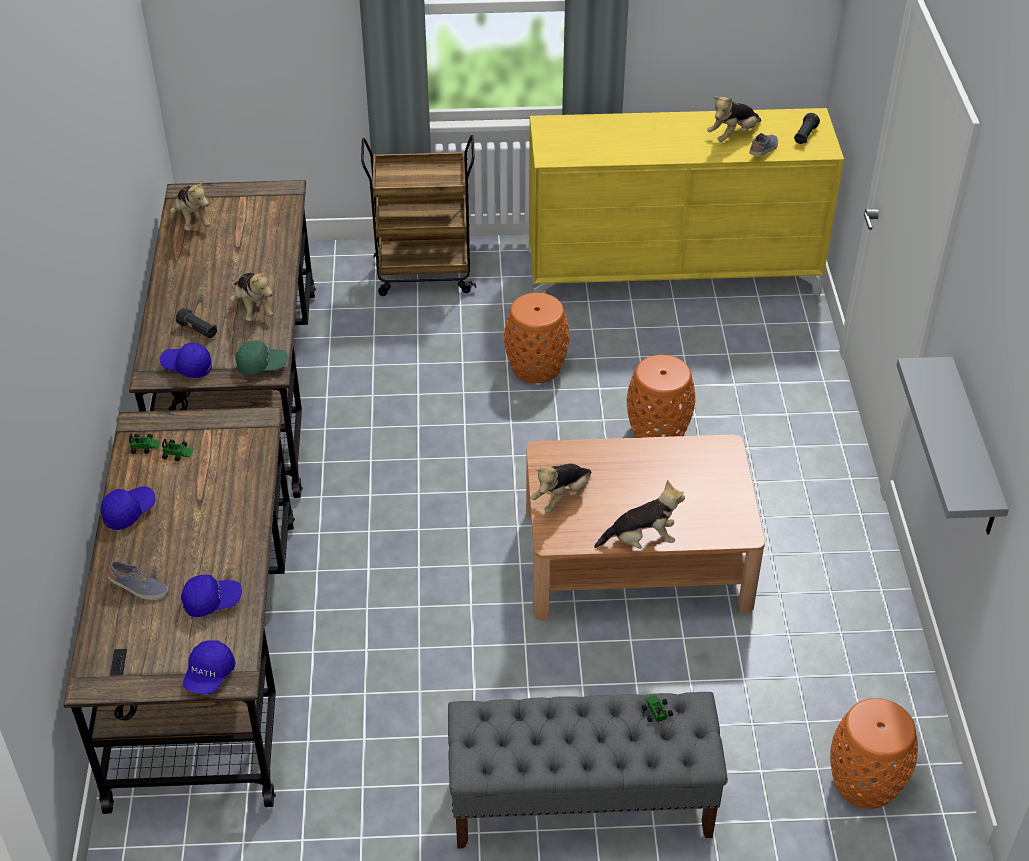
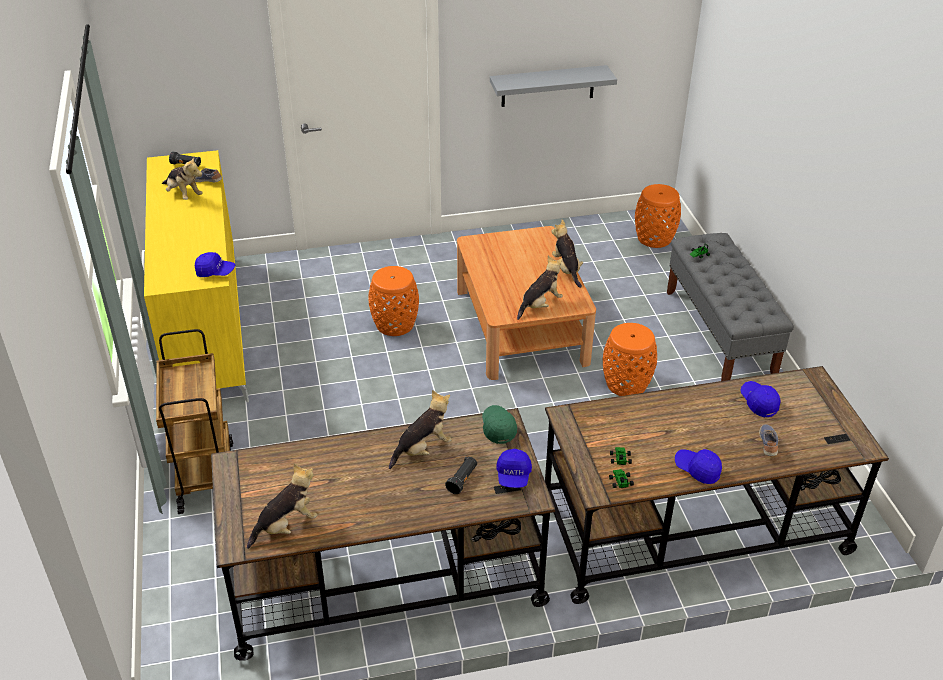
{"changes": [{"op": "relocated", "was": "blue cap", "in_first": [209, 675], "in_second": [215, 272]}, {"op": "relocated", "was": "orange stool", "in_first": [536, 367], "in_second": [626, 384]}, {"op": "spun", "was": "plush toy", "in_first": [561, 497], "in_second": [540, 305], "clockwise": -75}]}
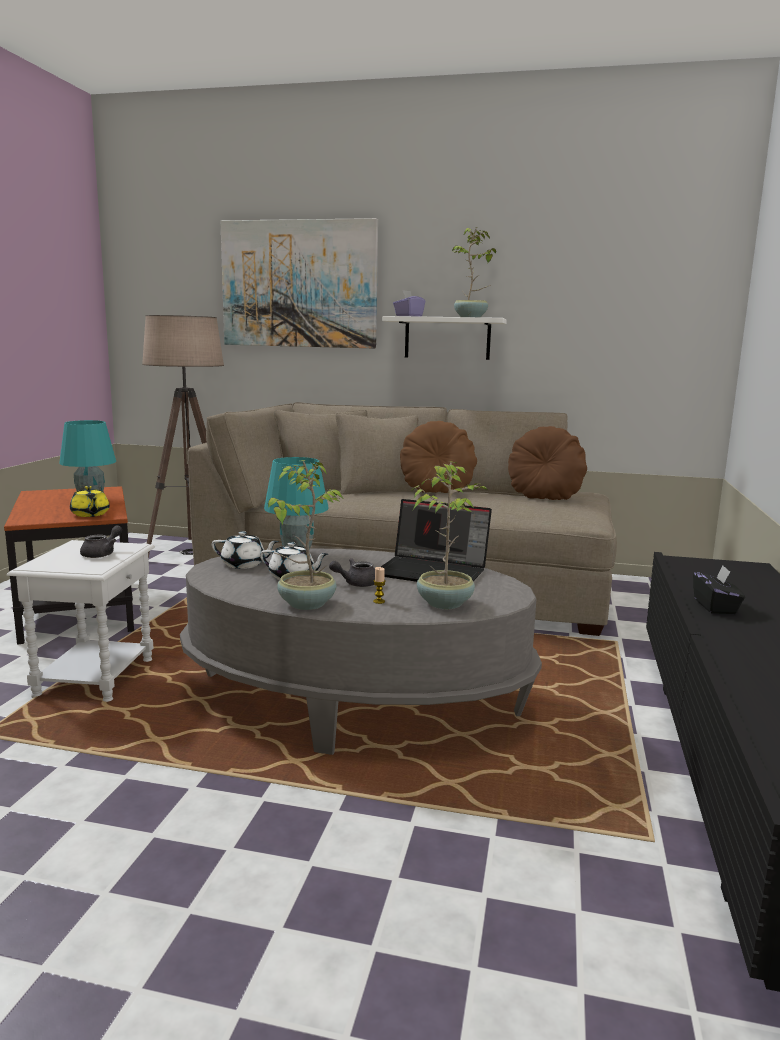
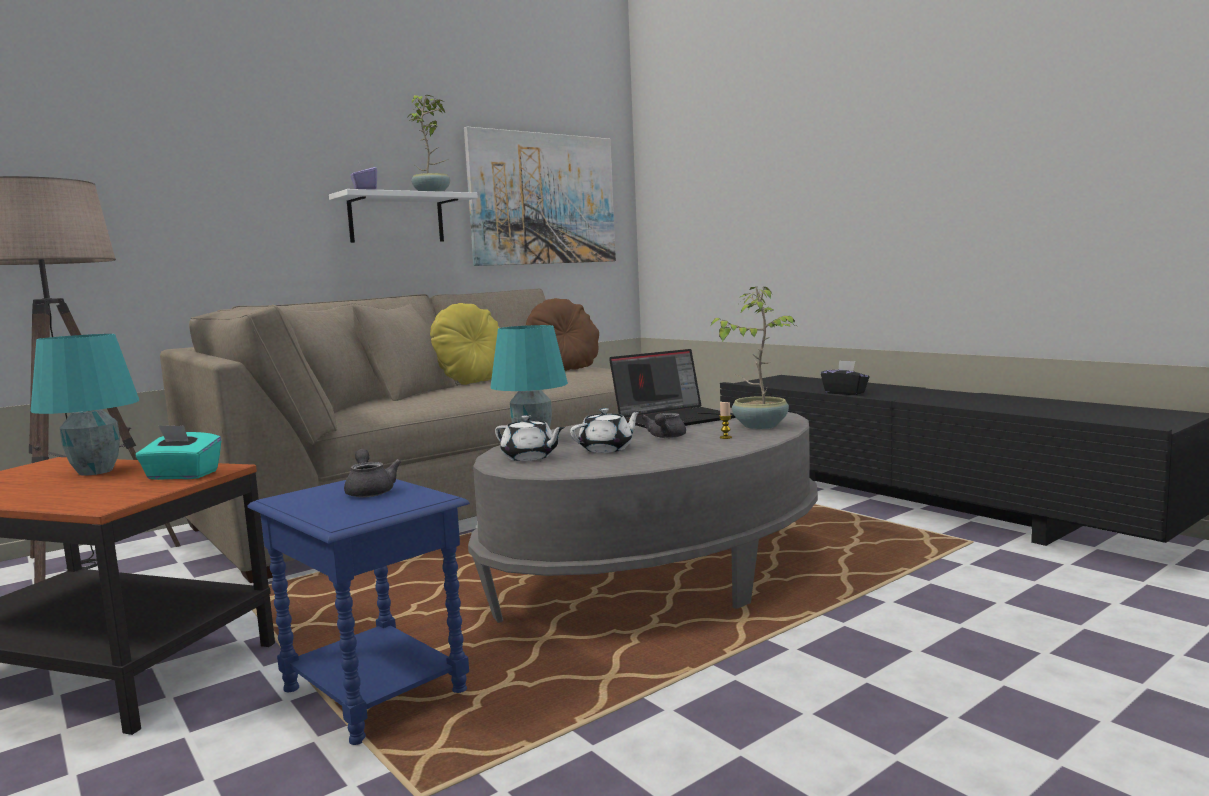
{"changes": [{"op": "missing", "was": "potted plant", "in_first": [305, 604]}, {"op": "relocated", "was": "picture", "in_first": [299, 284], "in_second": [543, 199]}, {"op": "exchanged", "was": "yellow teapot", "now": "turquoise tissue box", "in_first": [90, 514], "in_second": [182, 475]}, {"op": "colour", "was": "white side table", "now": "blue side table", "in_first": [93, 677], "in_second": [371, 691]}, {"op": "colour", "was": "brown pillow", "now": "yellow pillow", "in_first": [437, 491], "in_second": [472, 382]}, {"op": "spun", "was": "white teapot", "in_first": [244, 565], "in_second": [529, 457], "clockwise": 75}]}
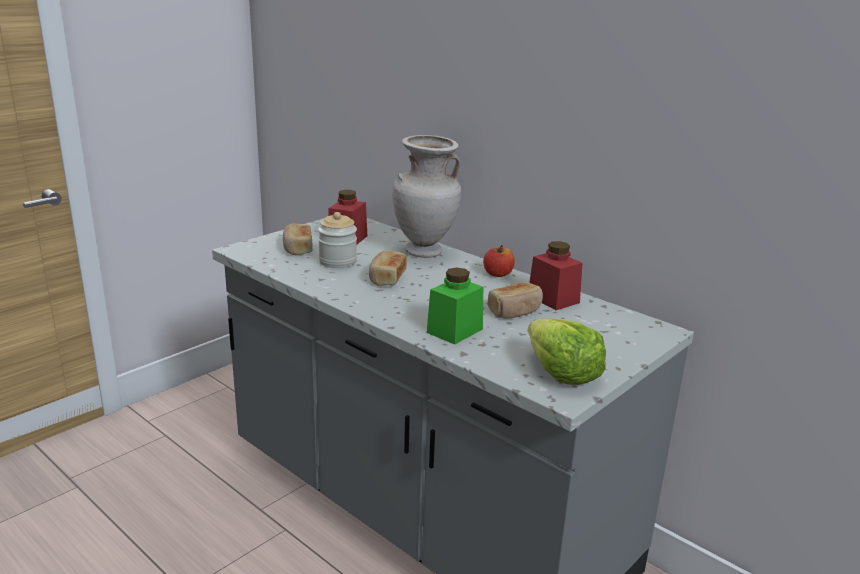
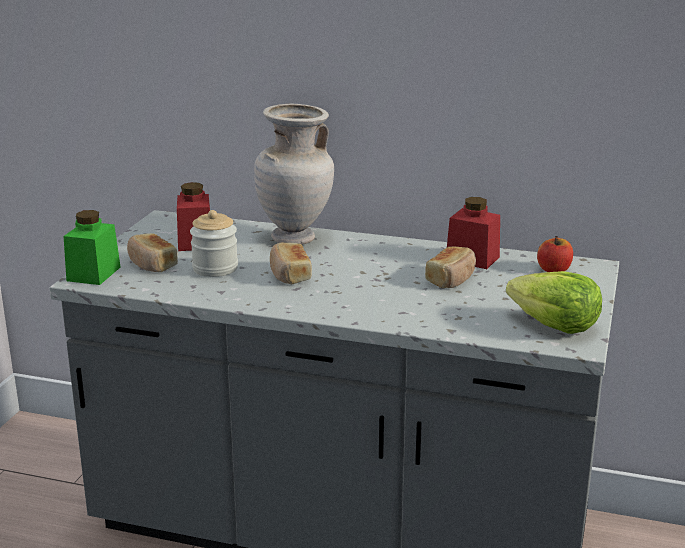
{"changes": [{"op": "relocated", "was": "green jar", "in_first": [454, 331], "in_second": [93, 274]}, {"op": "relocated", "was": "apple", "in_first": [498, 274], "in_second": [554, 270]}]}
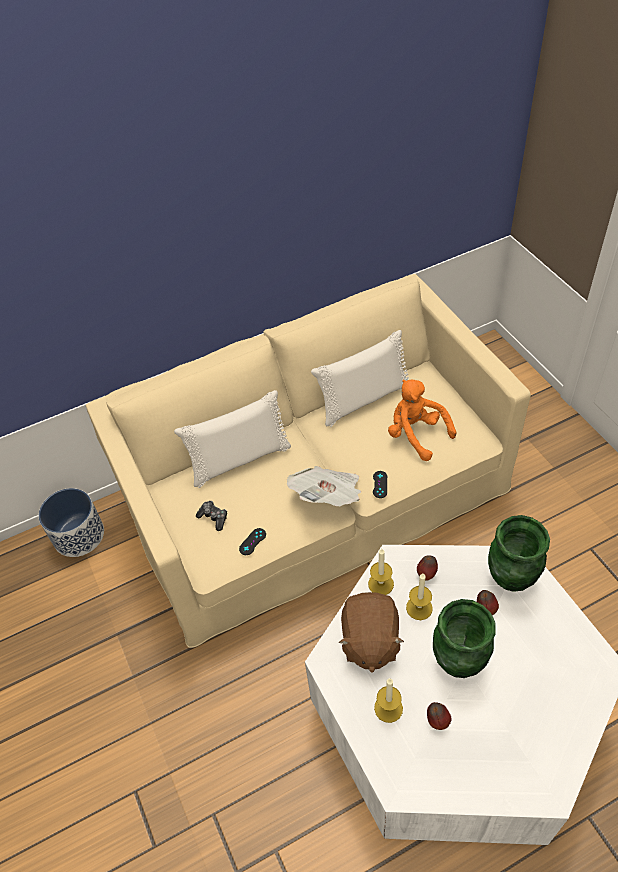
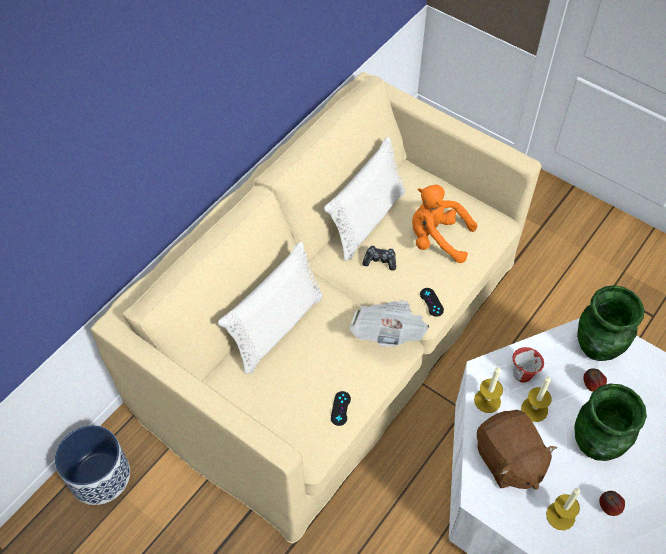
{"changes": [{"op": "relocated", "was": "game controller", "in_first": [213, 517], "in_second": [380, 261]}, {"op": "exchanged", "was": "apple", "now": "red mug", "in_first": [426, 574], "in_second": [523, 374]}]}
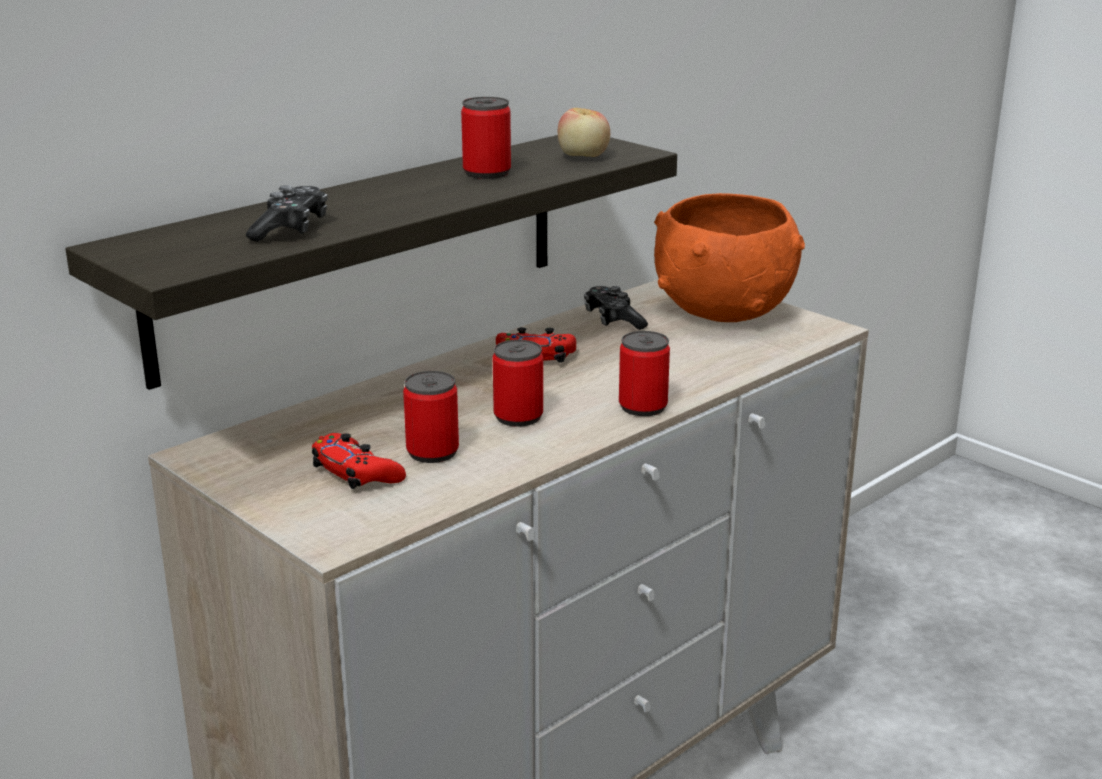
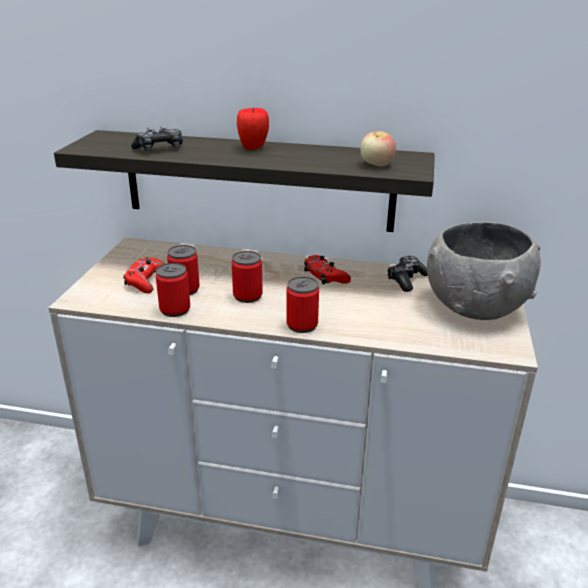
{"changes": [{"op": "appeared", "now": "apple", "in_second": [253, 148]}, {"op": "relocated", "was": "can", "in_first": [487, 173], "in_second": [175, 310]}, {"op": "colour", "was": "orange bowl", "now": "grey bowl", "in_first": [723, 311], "in_second": [474, 307]}]}
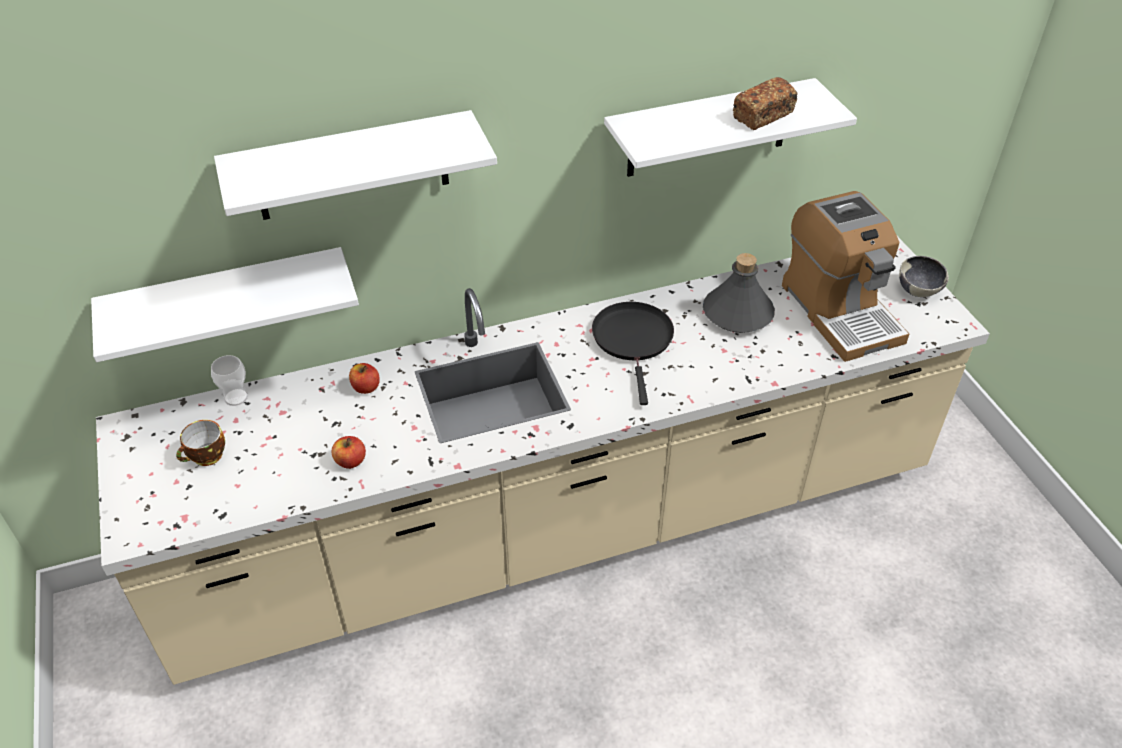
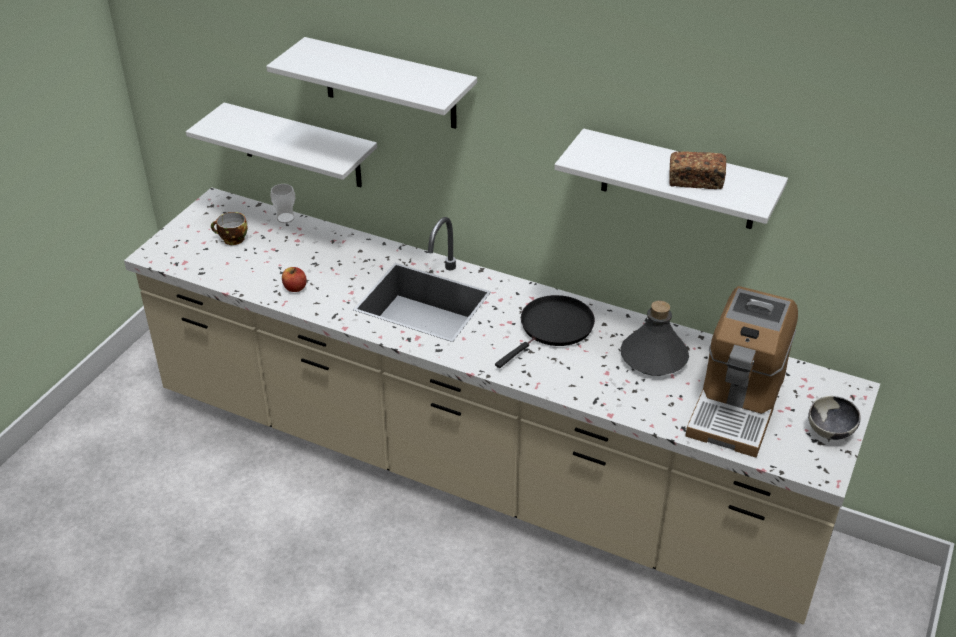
{"changes": [{"op": "missing", "was": "apple", "in_first": [365, 387]}]}
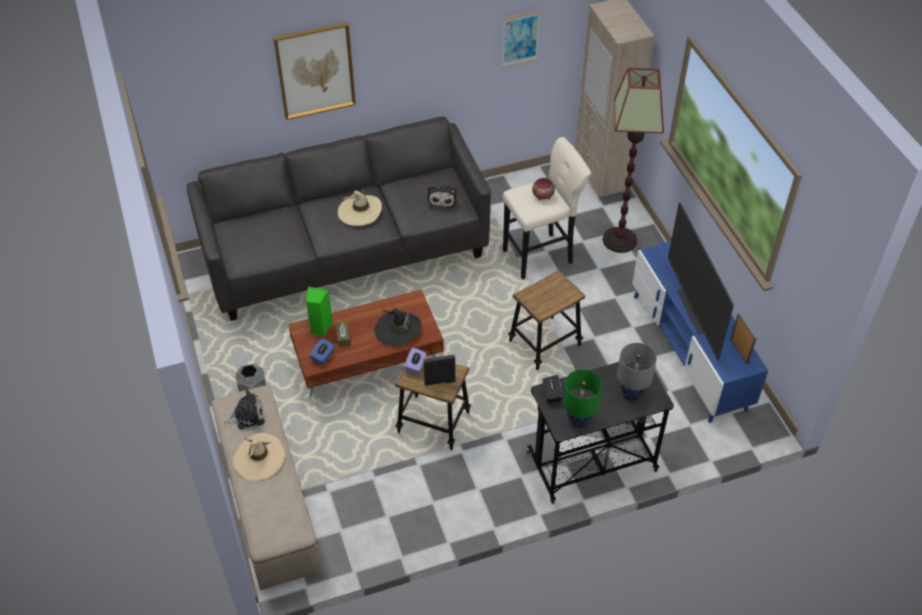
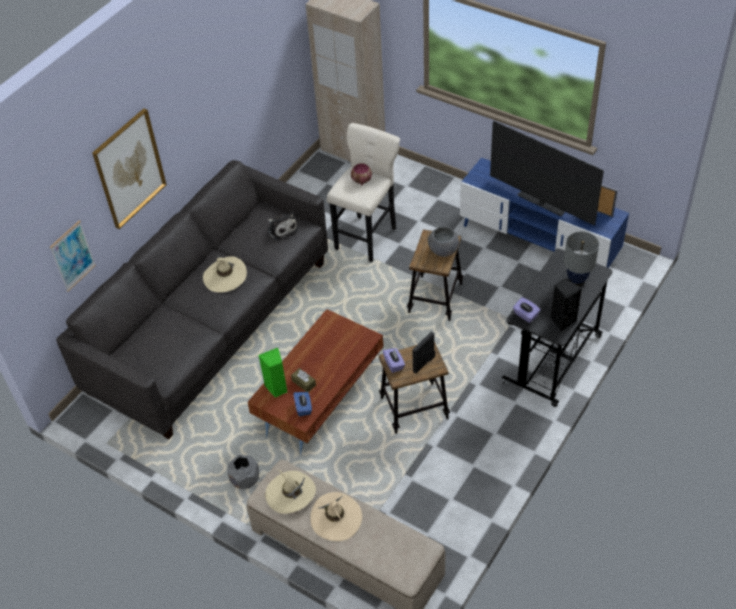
{"changes": [{"op": "missing", "was": "black hat", "in_first": [398, 329]}, {"op": "missing", "was": "floor lamp", "in_first": [620, 240]}, {"op": "appeared", "now": "grey bowl", "in_second": [443, 250]}, {"op": "relocated", "was": "picture", "in_first": [520, 39], "in_second": [72, 256]}, {"op": "exchanged", "was": "plush toy", "now": "beige hat", "in_first": [247, 416], "in_second": [291, 493]}, {"op": "exchanged", "was": "green table lamp", "now": "black speaker", "in_first": [578, 420], "in_second": [562, 321]}, {"op": "colour", "was": "black tissue box", "now": "purple tissue box", "in_first": [551, 394], "in_second": [525, 315]}]}
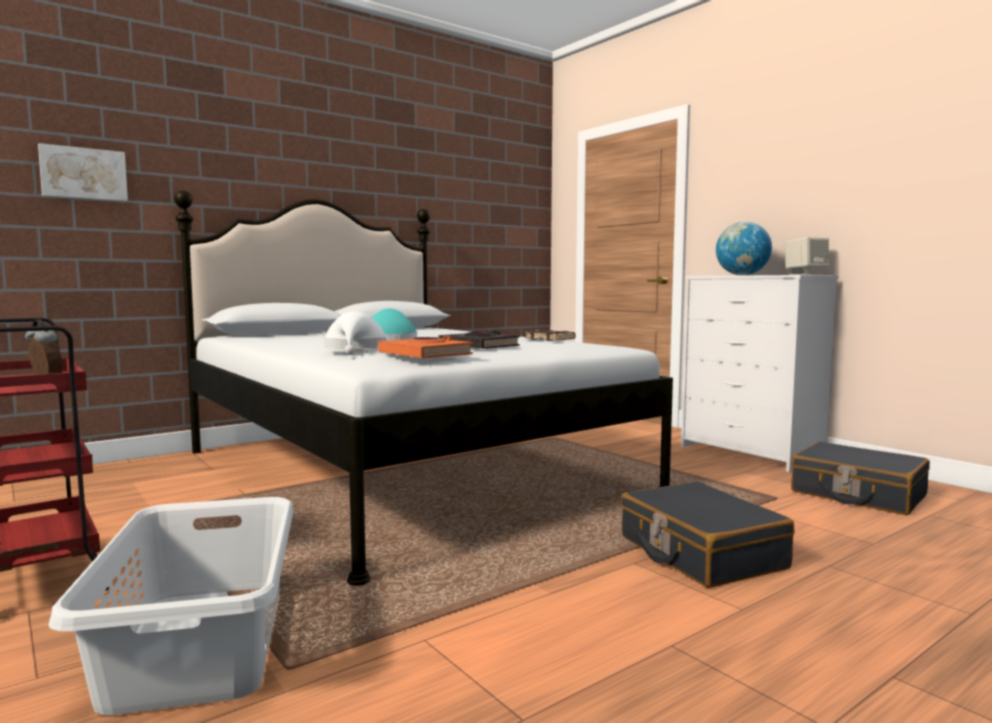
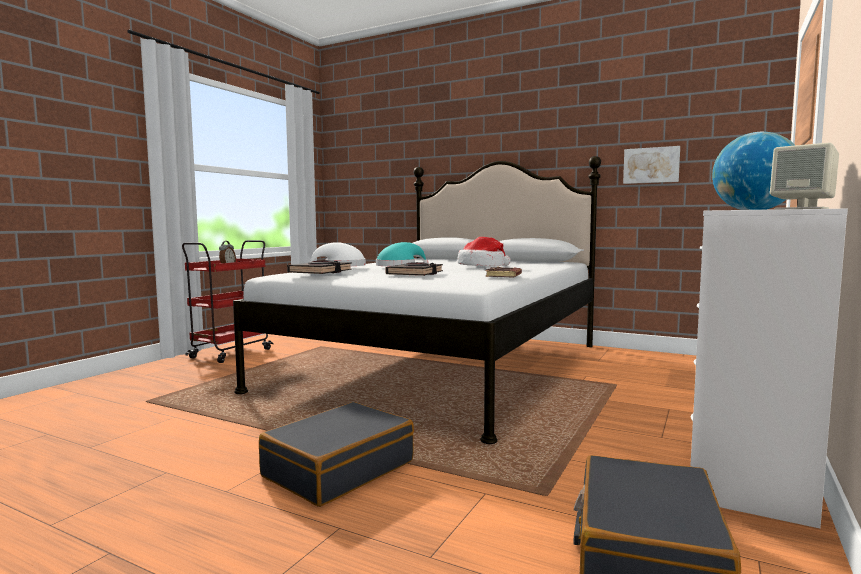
{"changes": [{"op": "missing", "was": "grey laundry basket", "in_first": [198, 644]}, {"op": "appeared", "now": "hat", "in_second": [482, 266]}, {"op": "relocated", "was": "picture", "in_first": [83, 173], "in_second": [651, 165]}, {"op": "colour", "was": "orange book", "now": "black book", "in_first": [425, 355], "in_second": [320, 272]}]}
